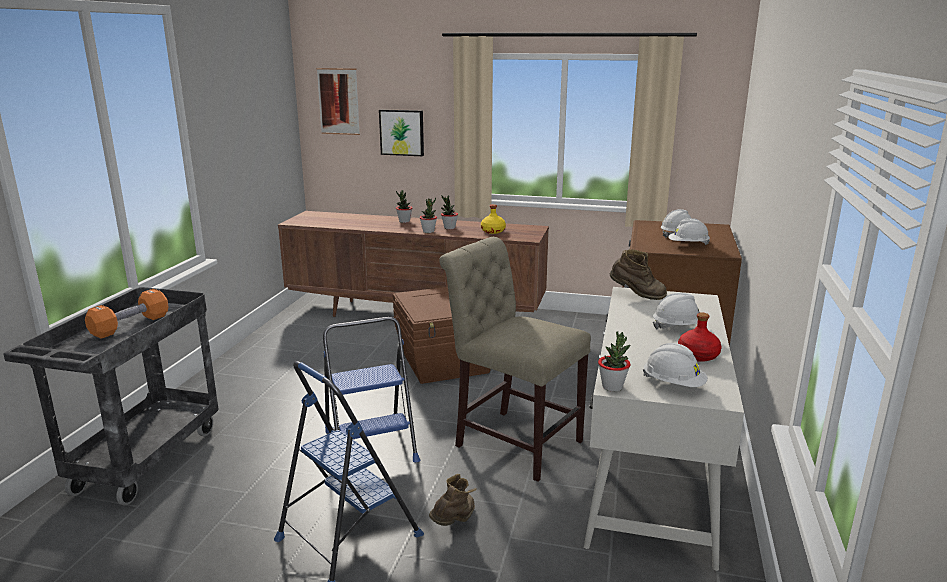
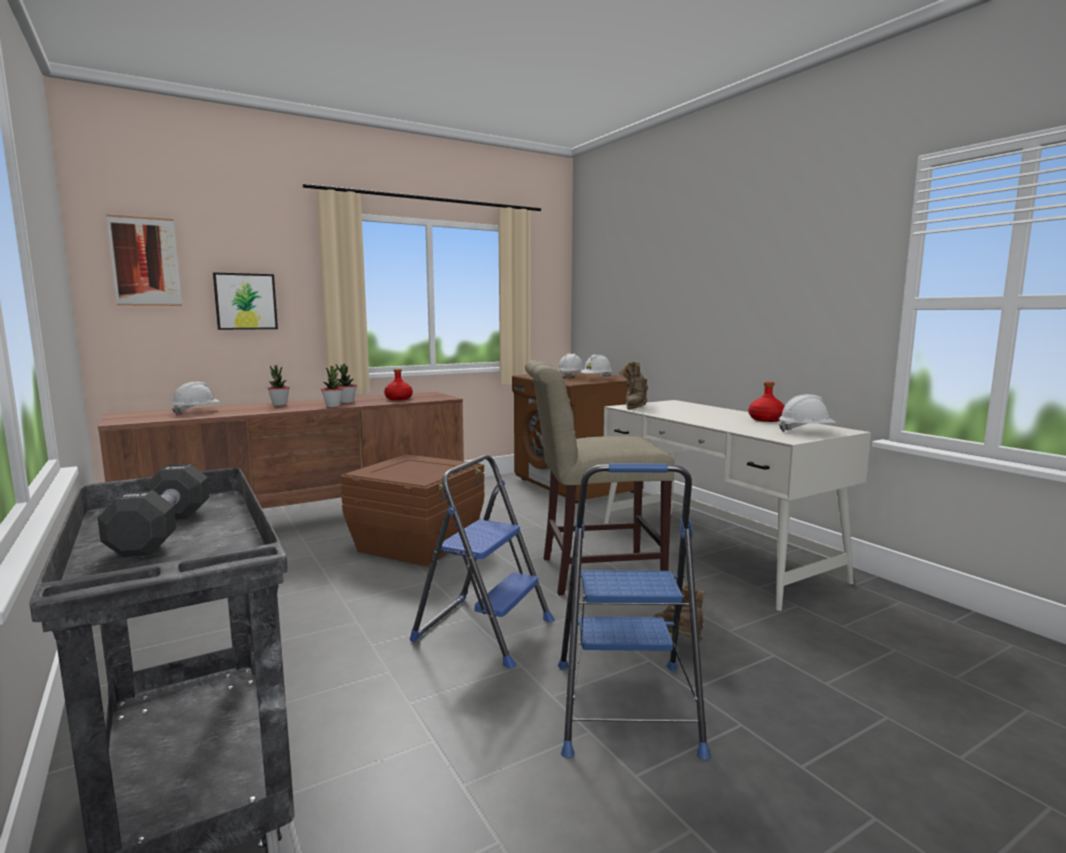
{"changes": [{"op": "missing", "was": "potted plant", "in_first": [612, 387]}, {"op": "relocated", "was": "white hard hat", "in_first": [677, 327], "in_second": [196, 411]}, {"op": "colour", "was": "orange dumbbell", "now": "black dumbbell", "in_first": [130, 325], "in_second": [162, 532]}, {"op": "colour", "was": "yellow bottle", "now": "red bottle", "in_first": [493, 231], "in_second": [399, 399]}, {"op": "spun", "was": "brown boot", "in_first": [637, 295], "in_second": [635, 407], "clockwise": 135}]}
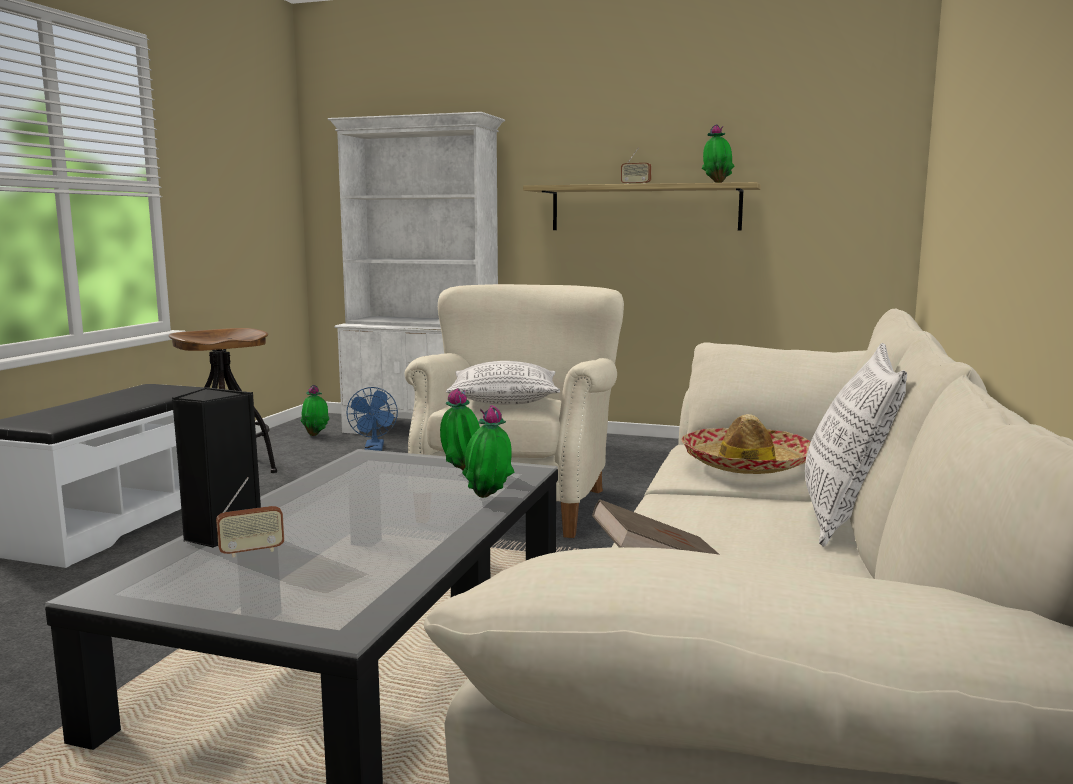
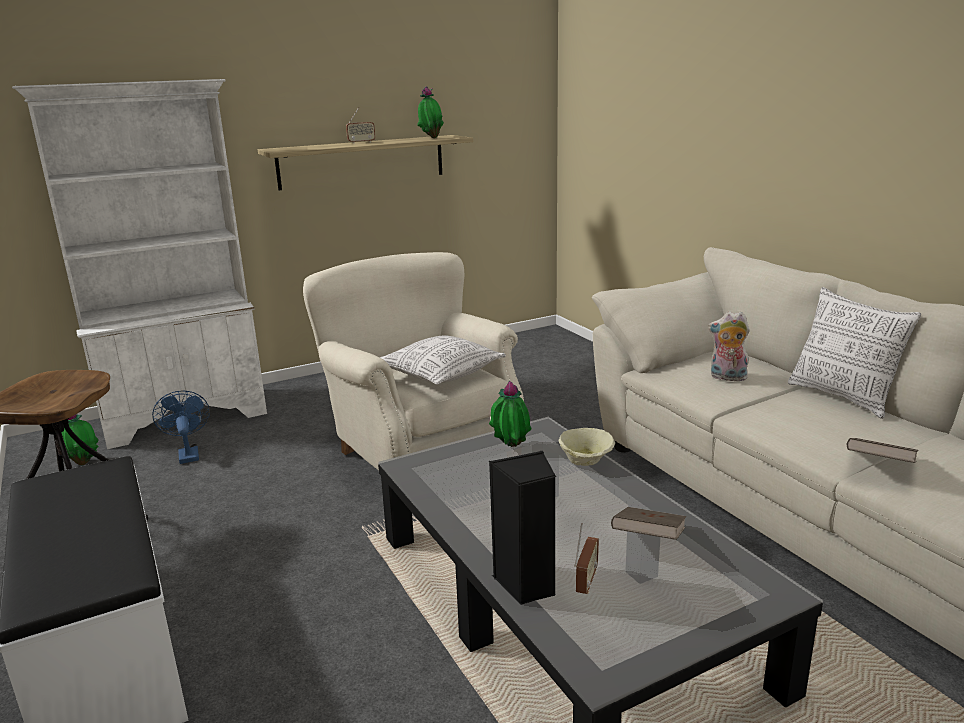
{"changes": [{"op": "appeared", "now": "brown book", "in_second": [648, 540]}, {"op": "exchanged", "was": "potted plant", "now": "beige bowl", "in_first": [488, 498], "in_second": [586, 461]}, {"op": "exchanged", "was": "hat", "now": "plush toy", "in_first": [745, 464], "in_second": [727, 377]}, {"op": "spun", "was": "blue fan", "in_first": [374, 449], "in_second": [188, 454], "clockwise": -150}]}
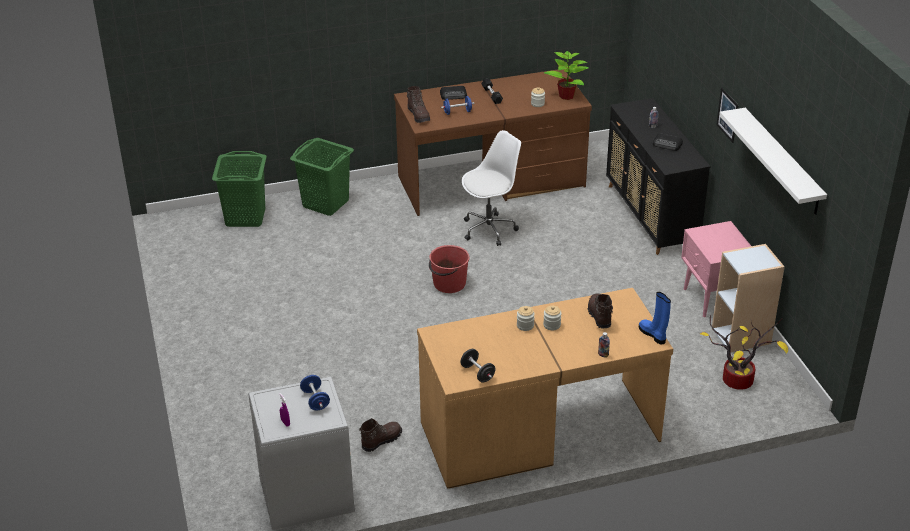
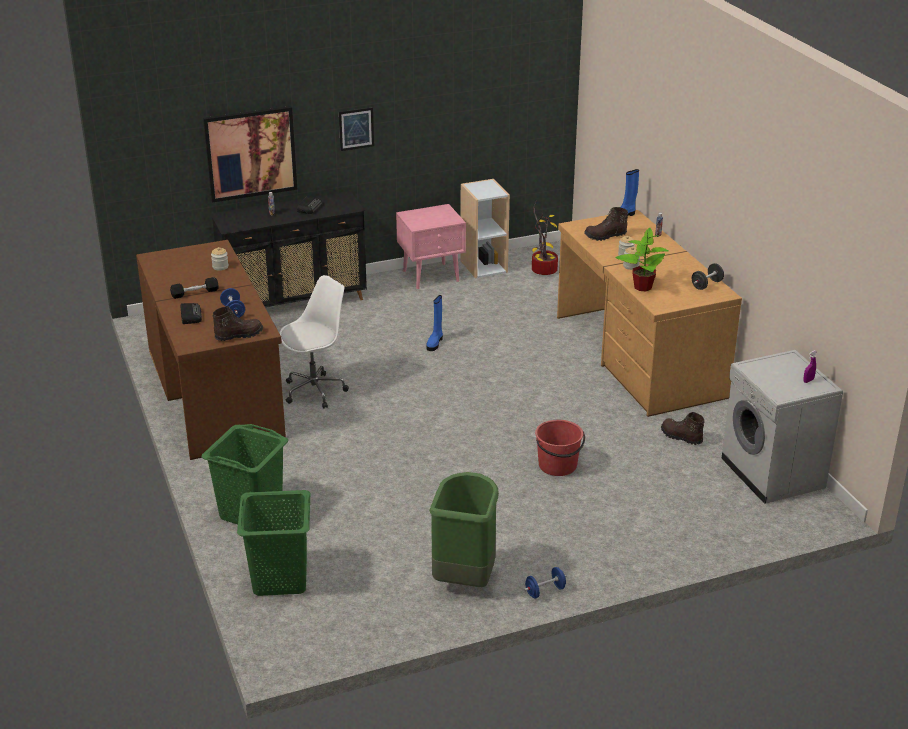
{"changes": [{"op": "missing", "was": "white shelf", "in_first": [782, 161]}, {"op": "appeared", "now": "picture", "in_second": [250, 153]}, {"op": "appeared", "now": "blue boot", "in_second": [435, 343]}, {"op": "appeared", "now": "green trash can", "in_second": [464, 578]}, {"op": "relocated", "was": "blue dumbbell", "in_first": [315, 400], "in_second": [545, 591]}, {"op": "relocated", "was": "red bucket", "in_first": [449, 284], "in_second": [558, 465]}, {"op": "relocated", "was": "potted plant", "in_first": [567, 96], "in_second": [642, 287]}, {"op": "spun", "was": "white office chair", "in_first": [490, 229], "in_second": [316, 391], "clockwise": 90}]}
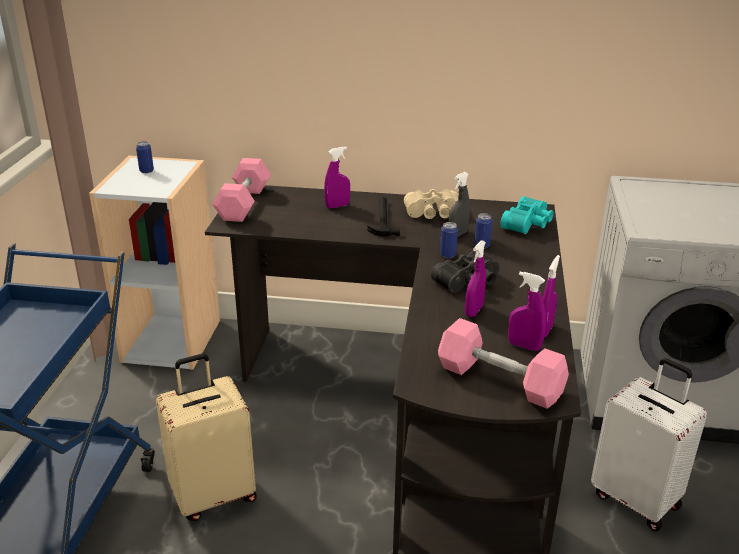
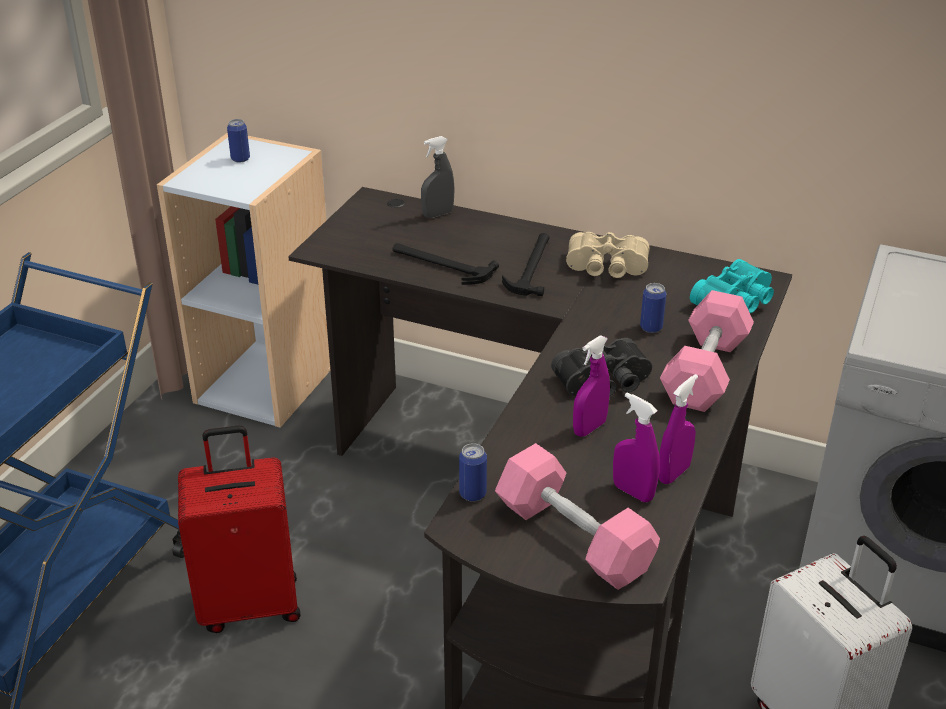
{"changes": [{"op": "missing", "was": "purple spray bottle", "in_first": [337, 206]}, {"op": "appeared", "now": "hammer", "in_second": [440, 265]}, {"op": "relocated", "was": "pink dumbbell", "in_first": [244, 203], "in_second": [705, 371]}, {"op": "relocated", "was": "can", "in_first": [447, 255], "in_second": [472, 494]}, {"op": "relocated", "was": "grey spray bottle", "in_first": [457, 234], "in_second": [438, 214]}, {"op": "colour", "was": "beige suitcase", "now": "red suitcase", "in_first": [213, 494], "in_second": [250, 603]}]}
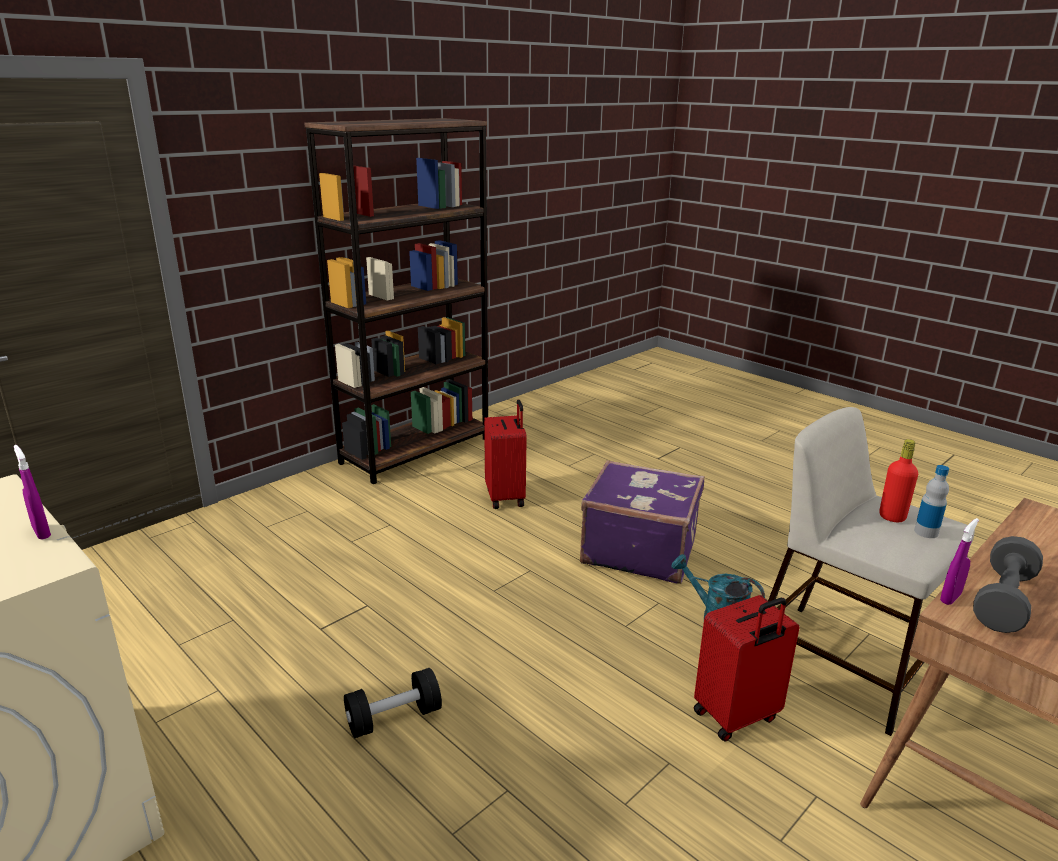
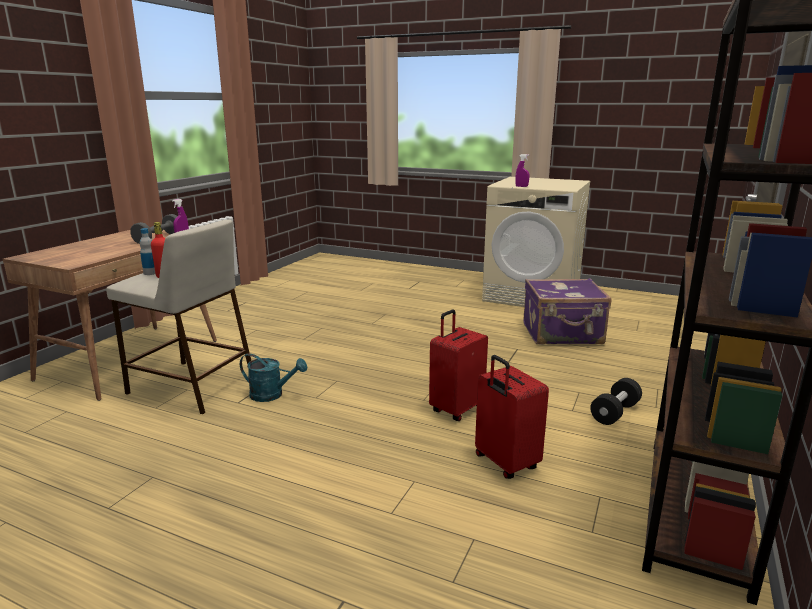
{"changes": [{"op": "relocated", "was": "black dumbbell", "in_first": [394, 718], "in_second": [615, 413]}, {"op": "relocated", "was": "purple suitcase", "in_first": [639, 550], "in_second": [562, 334]}, {"op": "relocated", "was": "red suitcase", "in_first": [737, 717], "in_second": [456, 409]}]}
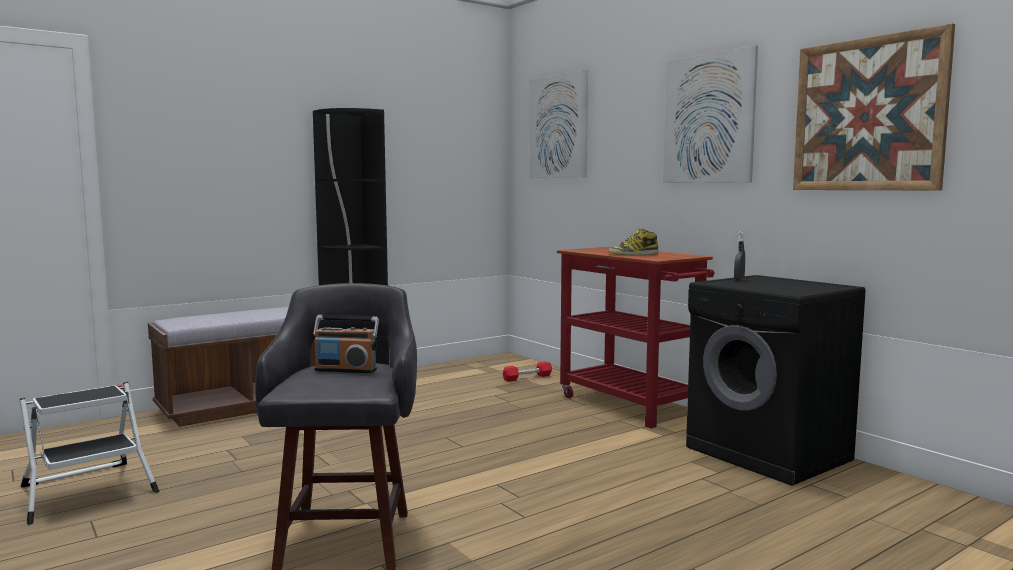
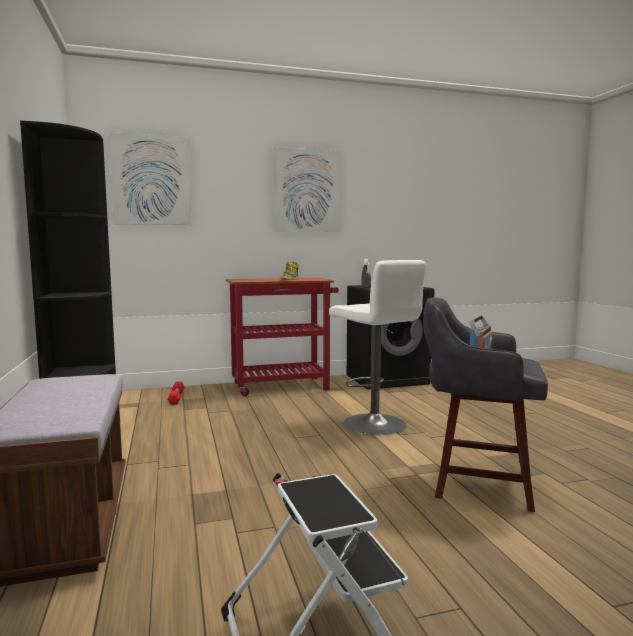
{"changes": [{"op": "missing", "was": "picture", "in_first": [867, 115]}, {"op": "appeared", "now": "white stool", "in_second": [374, 424]}]}
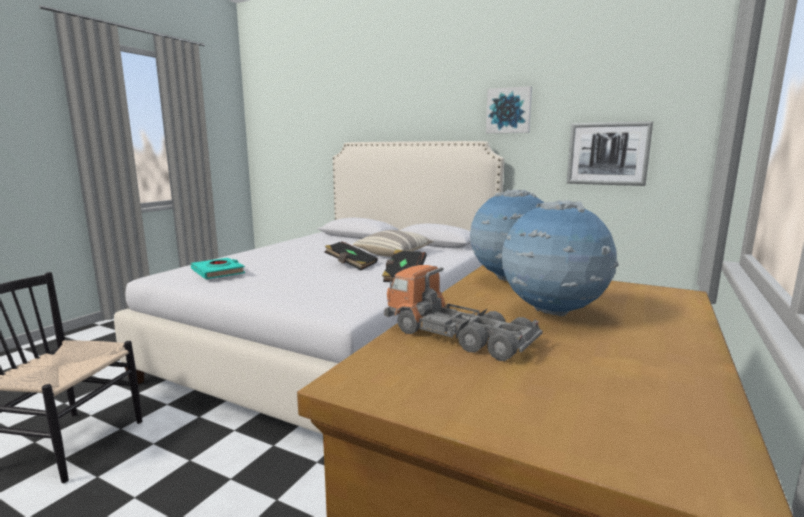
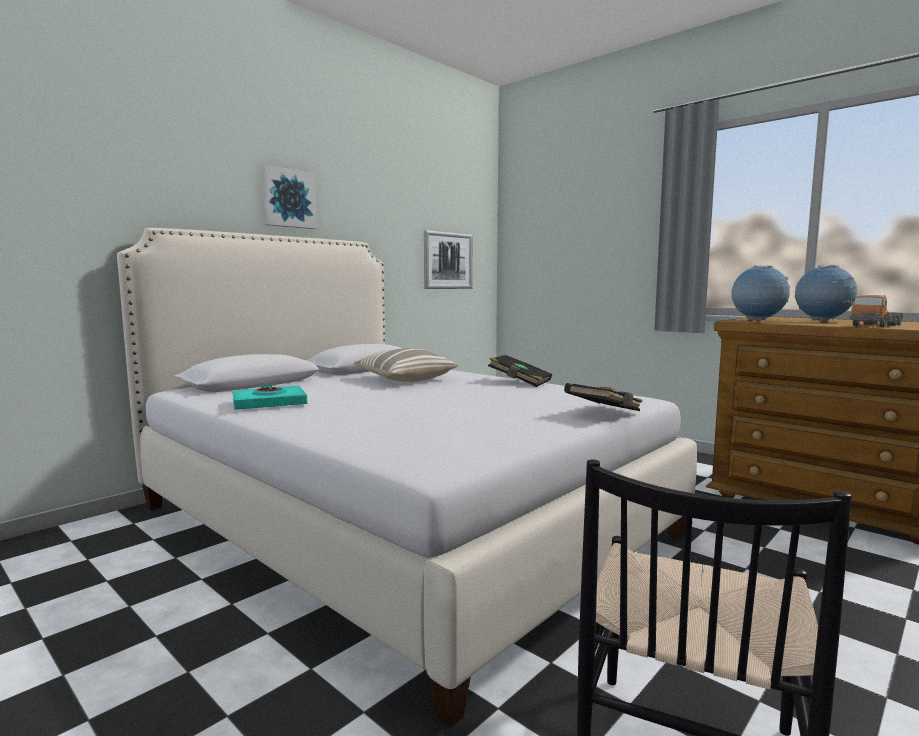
{"changes": [{"op": "relocated", "was": "turquoise book", "in_first": [218, 272], "in_second": [269, 403]}, {"op": "relocated", "was": "black book", "in_first": [351, 265], "in_second": [605, 413]}, {"op": "relocated", "was": "picture", "in_first": [509, 110], "in_second": [288, 198]}]}
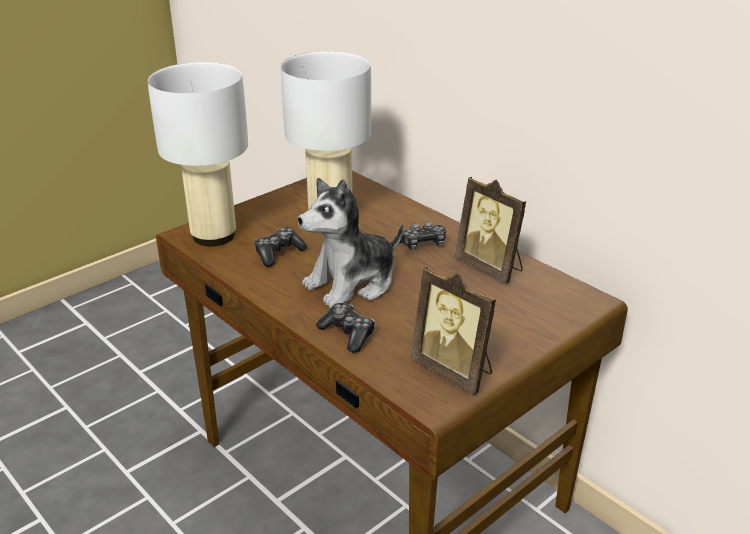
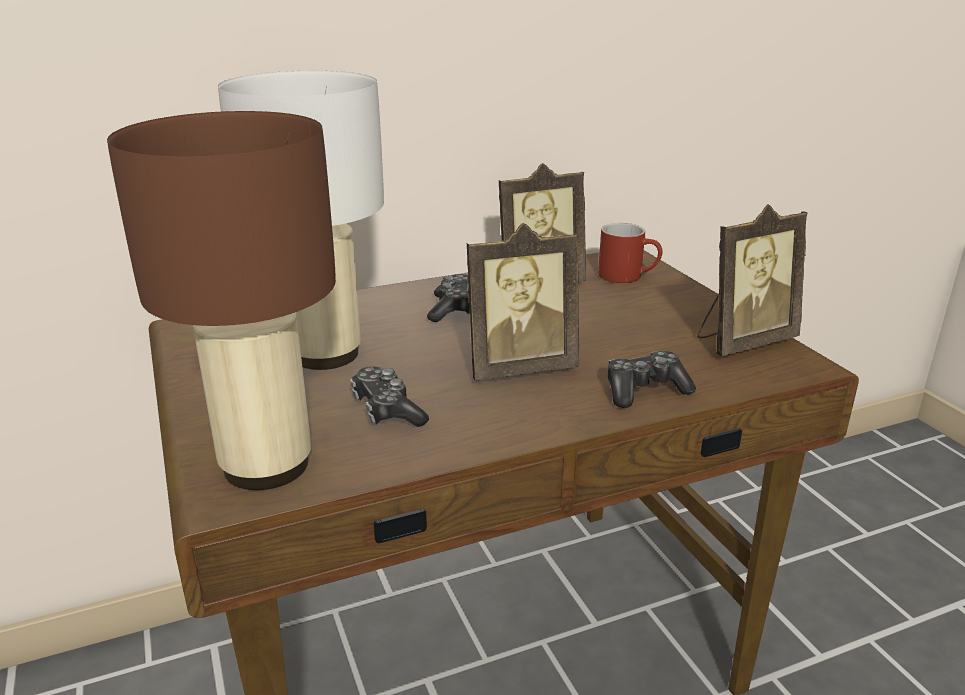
{"changes": [{"op": "appeared", "now": "red mug", "in_second": [628, 276]}, {"op": "exchanged", "was": "plush toy", "now": "picture frame", "in_first": [352, 283], "in_second": [519, 367]}, {"op": "colour", "was": "white table lamp", "now": "brown table lamp", "in_first": [213, 236], "in_second": [269, 466]}]}
